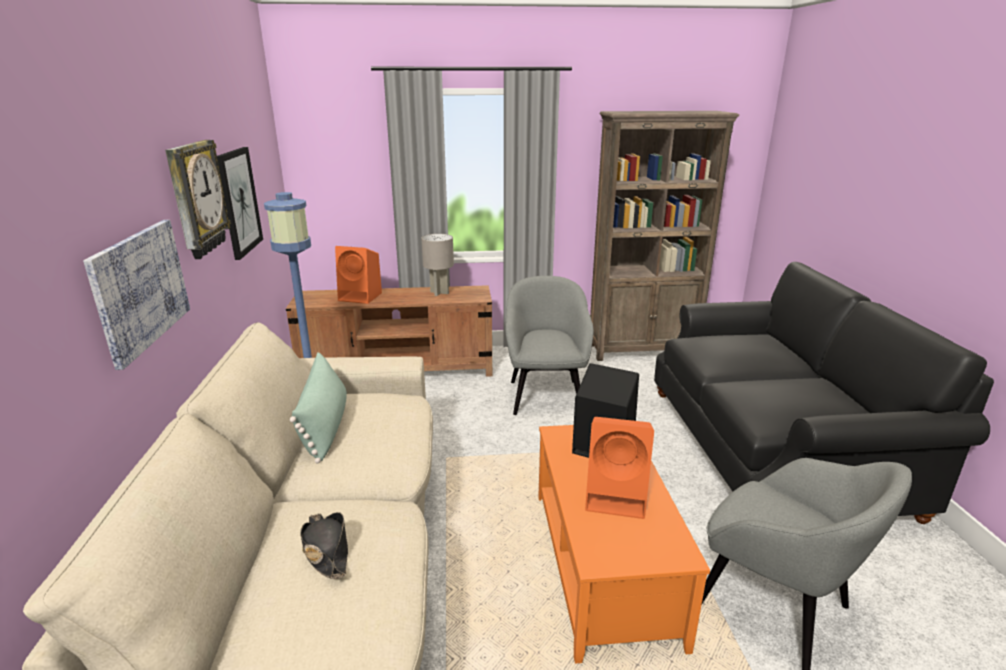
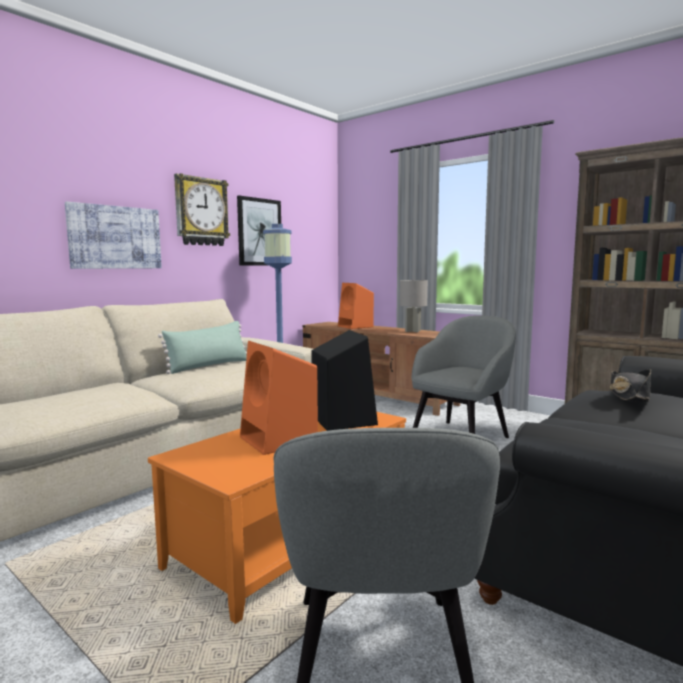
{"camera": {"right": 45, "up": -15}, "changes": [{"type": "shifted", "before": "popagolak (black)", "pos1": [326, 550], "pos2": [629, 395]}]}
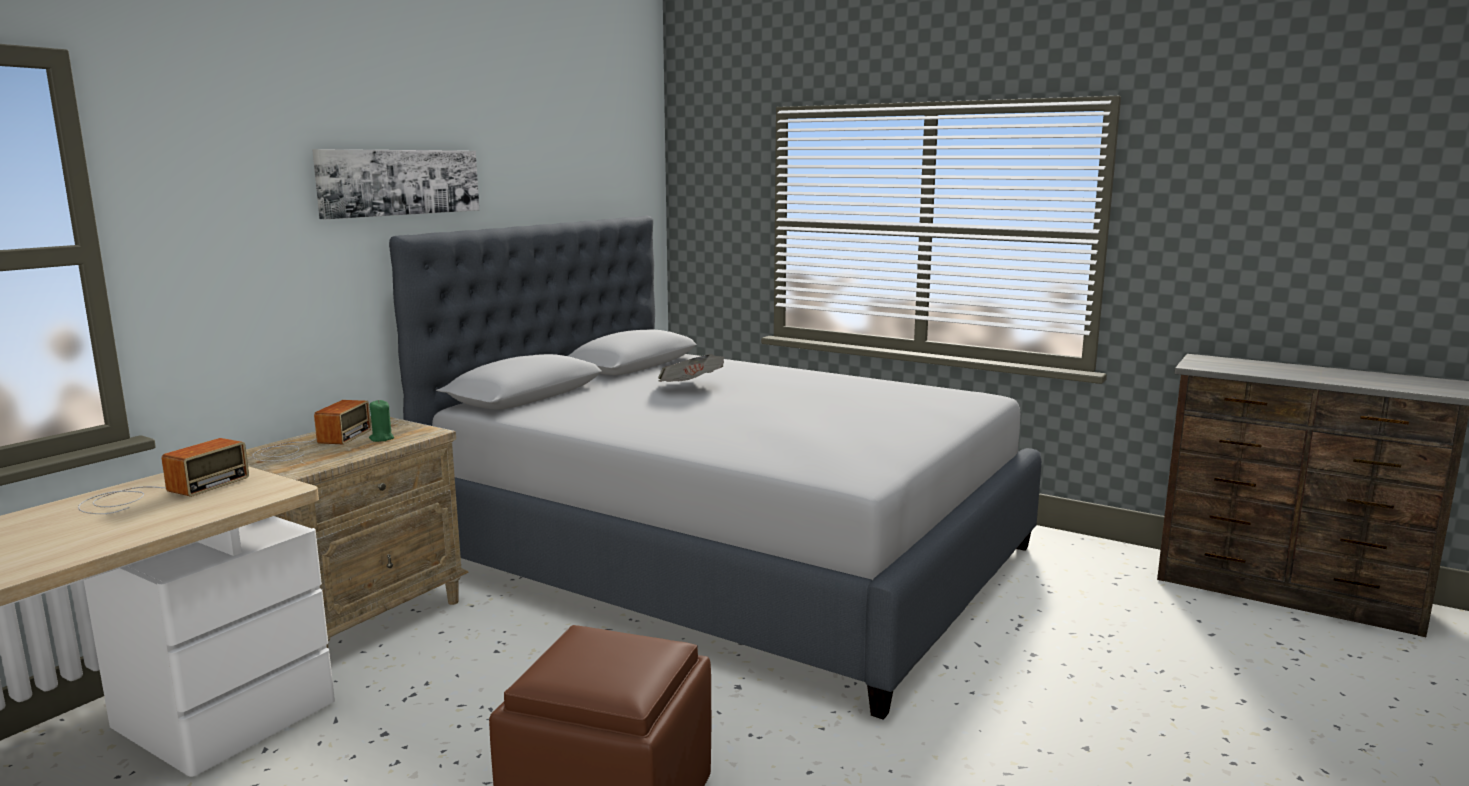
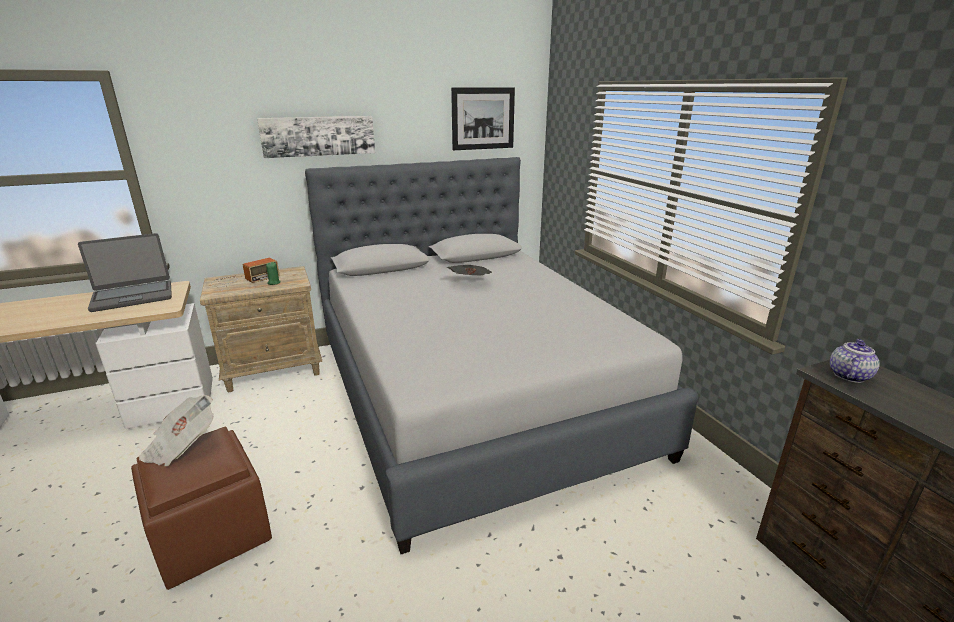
{"camera": {"right": 35, "up": 10}, "changes": [{"type": "swapped", "before": "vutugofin", "after": "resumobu", "pos1": [159, 493], "pos2": [133, 296]}, {"type": "new", "after": "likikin", "pos2": [181, 446]}, {"type": "new", "after": "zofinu", "pos2": [483, 118]}, {"type": "new", "after": "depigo", "pos2": [848, 375]}]}
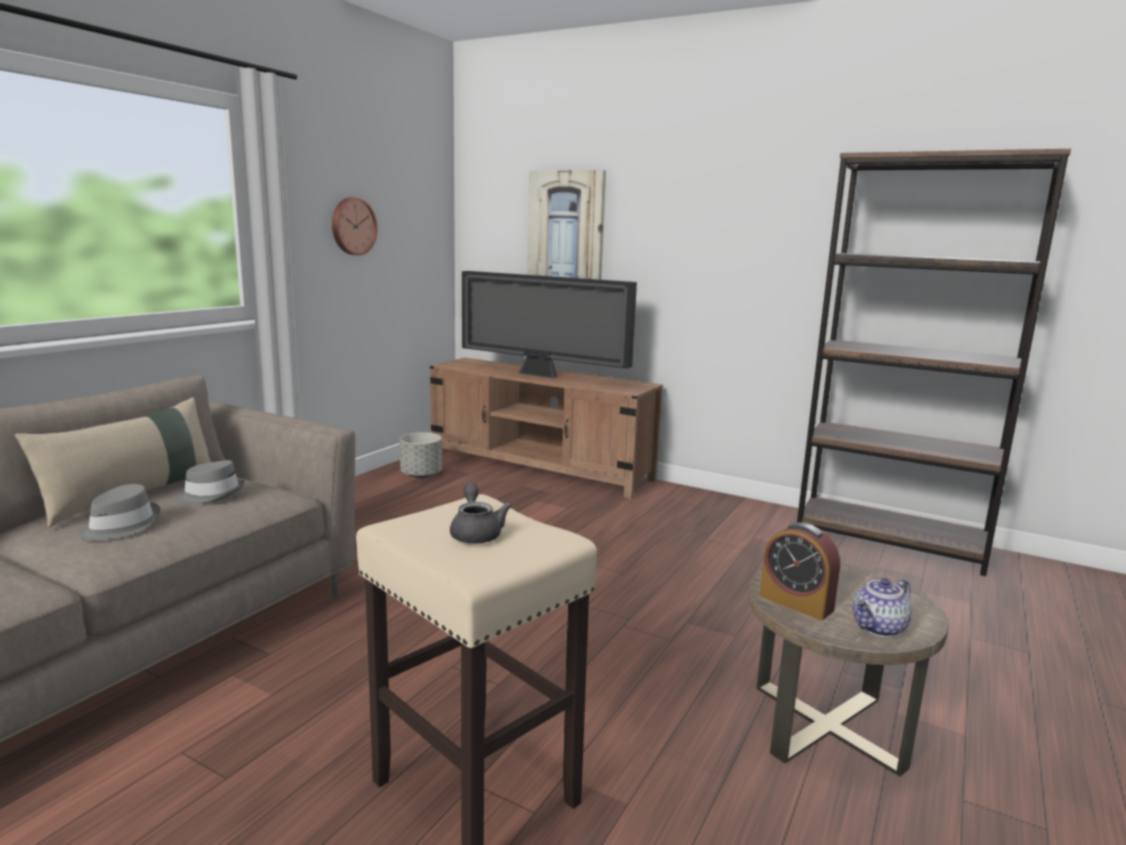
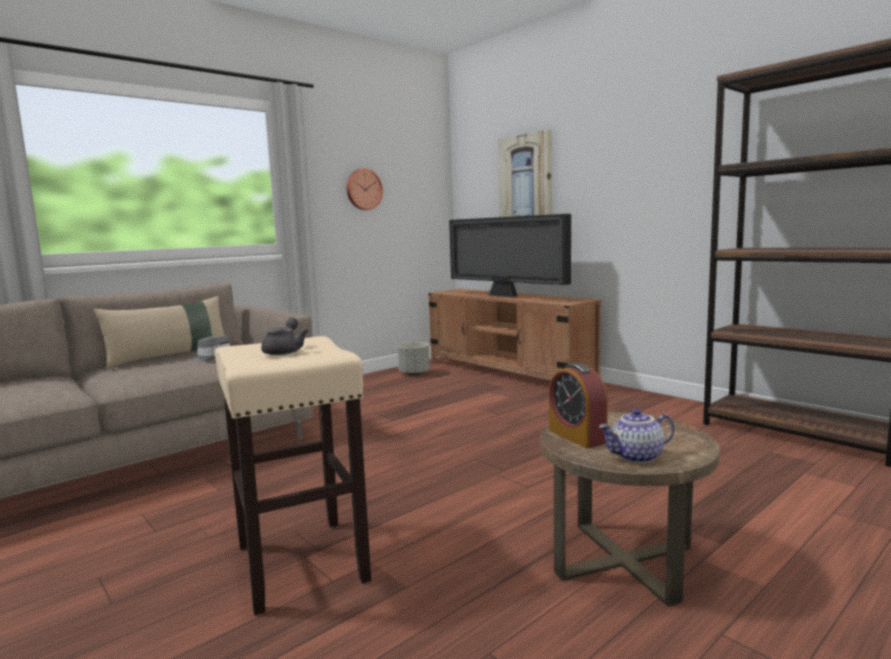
{"camera": {"right": 20, "up": -5}, "changes": [{"type": "gone", "before": "popagolak (grey)", "pos1": [121, 526]}]}
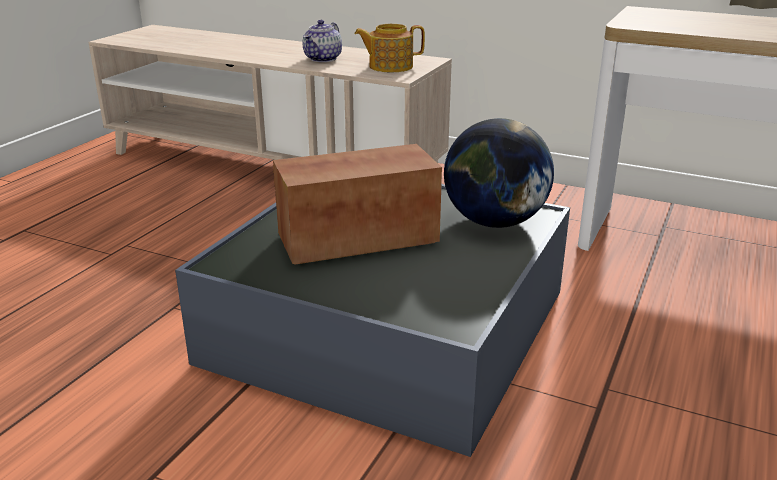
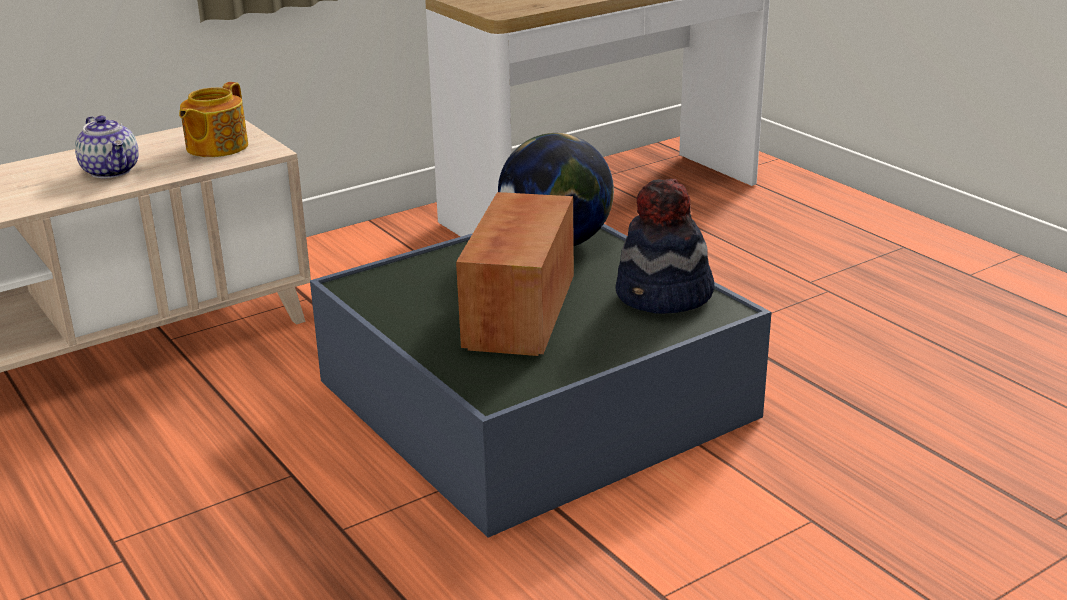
{"camera": {"right": -60, "up": 0}, "changes": [{"type": "new", "after": "popagolak", "pos2": [664, 296]}]}
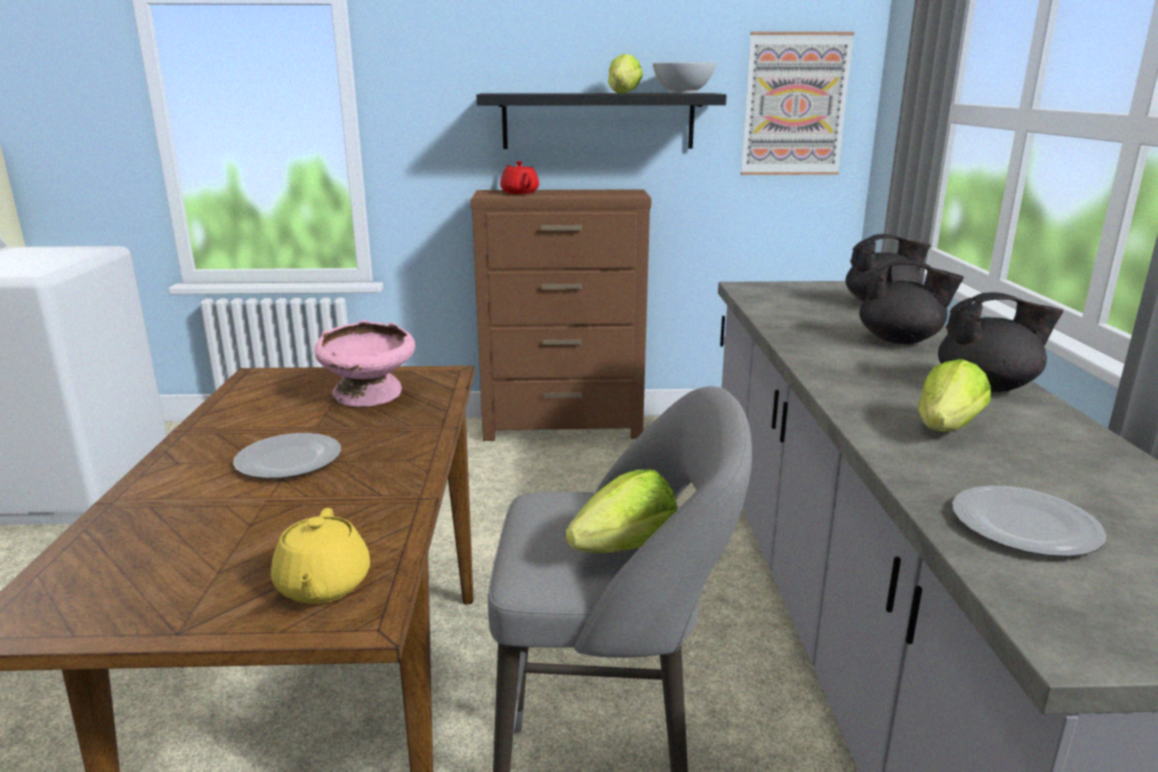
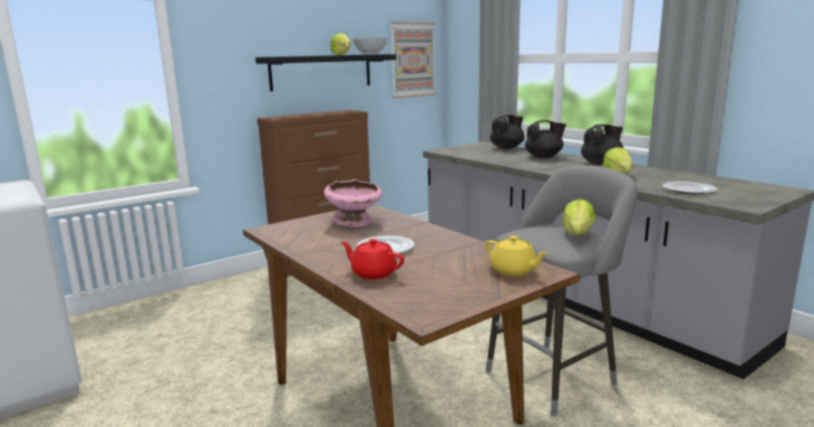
{"camera": {"right": -35, "up": -5}, "changes": [{"type": "shifted", "before": "depigo (red)", "pos1": [519, 192], "pos2": [373, 273]}]}
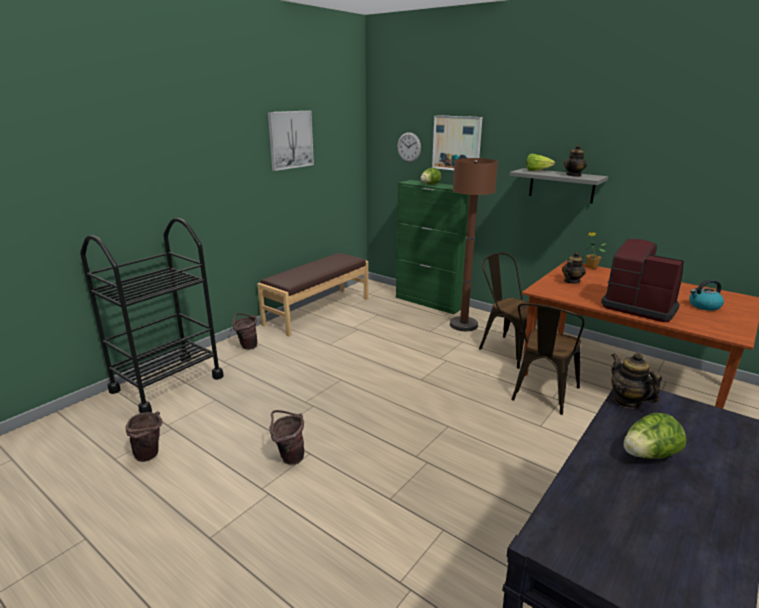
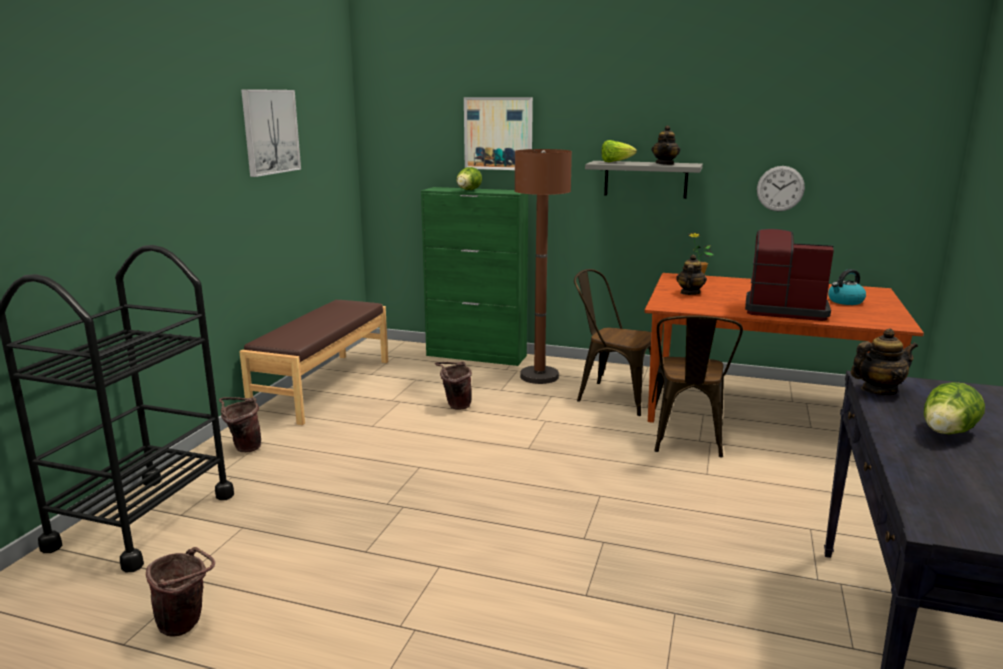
{"camera": {"right": -20, "up": -5}, "changes": [{"type": "shifted", "before": "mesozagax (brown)", "pos1": [289, 457], "pos2": [455, 406]}, {"type": "shifted", "before": "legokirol", "pos1": [409, 147], "pos2": [780, 188]}, {"type": "rotated", "before": "depigo", "pos1": [627, 401], "pos2": [878, 390], "turn": 120}]}
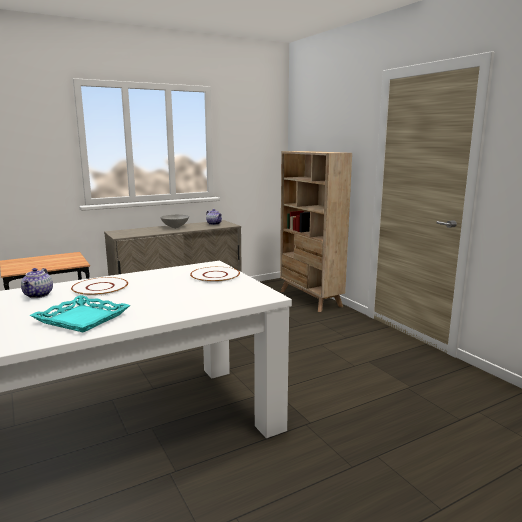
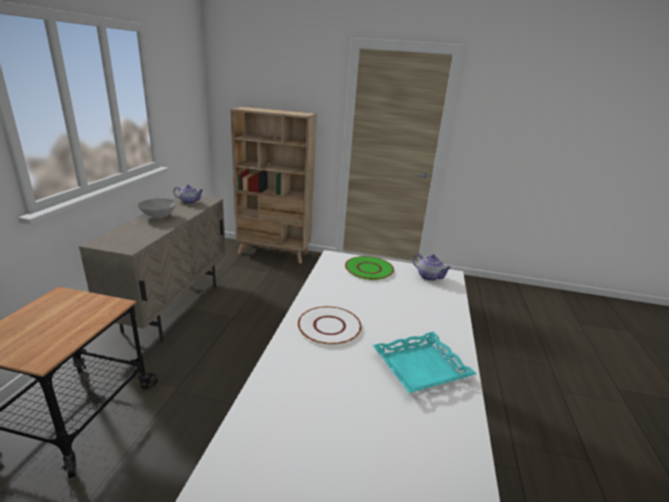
{"camera": {"right": -50, "up": 10}, "changes": [{"type": "repainted", "before": "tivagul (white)", "after": "tivagul (green)", "pos1": [215, 275], "pos2": [369, 268]}, {"type": "shifted", "before": "depigo", "pos1": [39, 295], "pos2": [429, 277]}]}
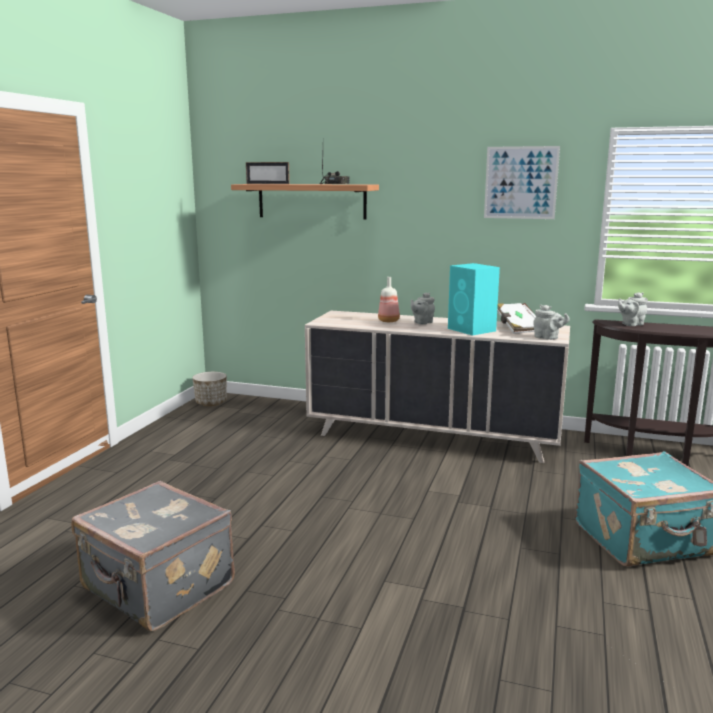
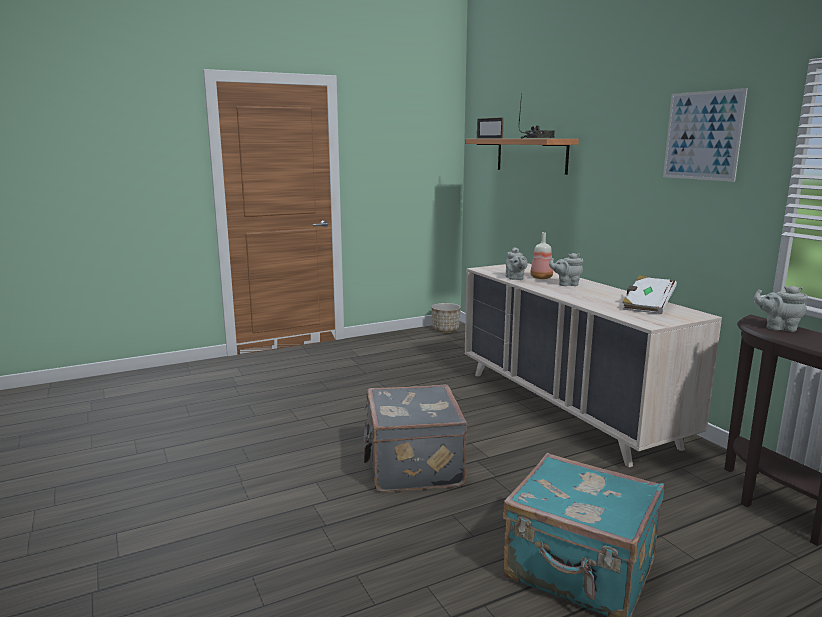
{"camera": {"right": 45, "up": 0}, "changes": [{"type": "shifted", "before": "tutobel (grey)", "pos1": [157, 588], "pos2": [412, 466]}, {"type": "shifted", "before": "depigo (grey)", "pos1": [548, 338], "pos2": [515, 278]}, {"type": "gone", "before": "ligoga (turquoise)", "pos1": [472, 330]}]}
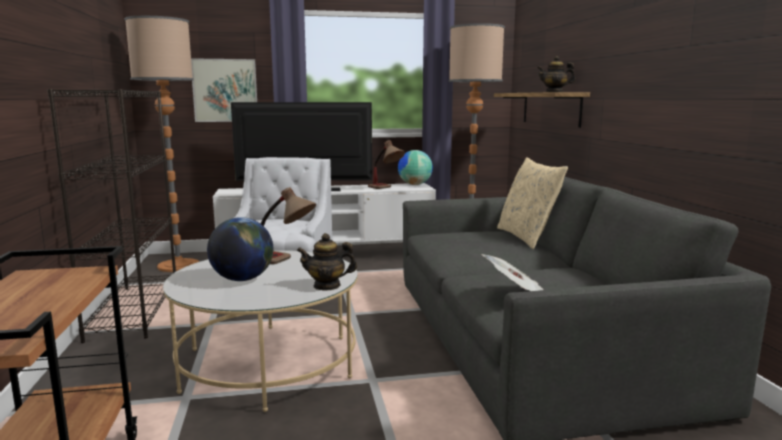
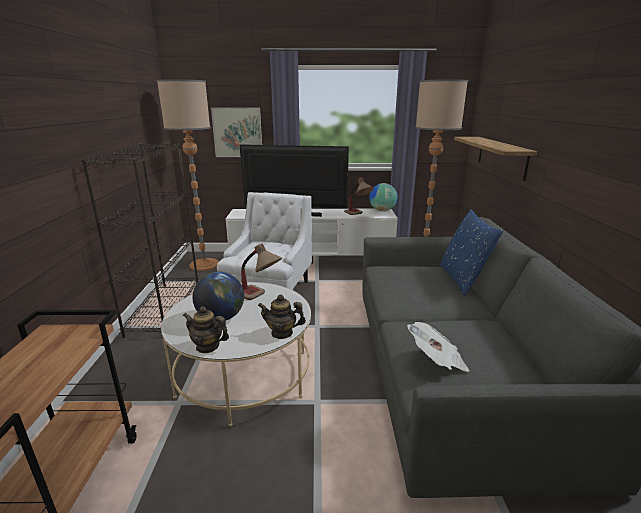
{"camera": {"right": 10, "up": 10}, "changes": [{"type": "shifted", "before": "depigo", "pos1": [554, 92], "pos2": [207, 346]}, {"type": "repainted", "before": "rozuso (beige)", "after": "rozuso (blue)", "pos1": [527, 237], "pos2": [463, 279]}]}
